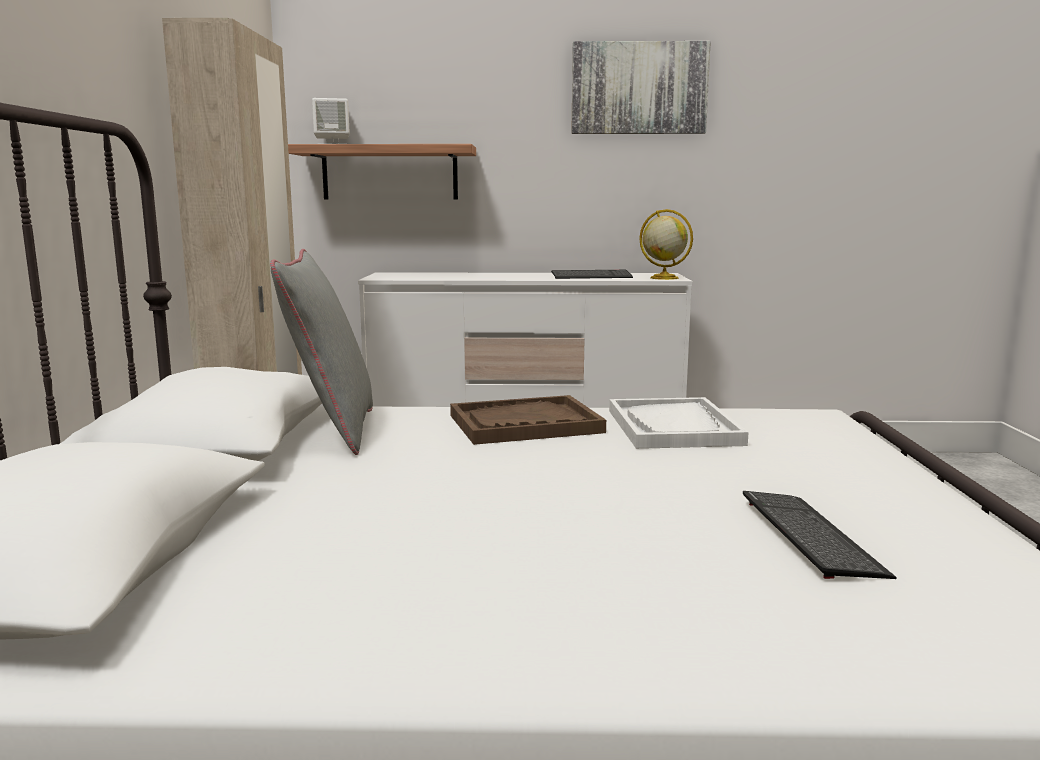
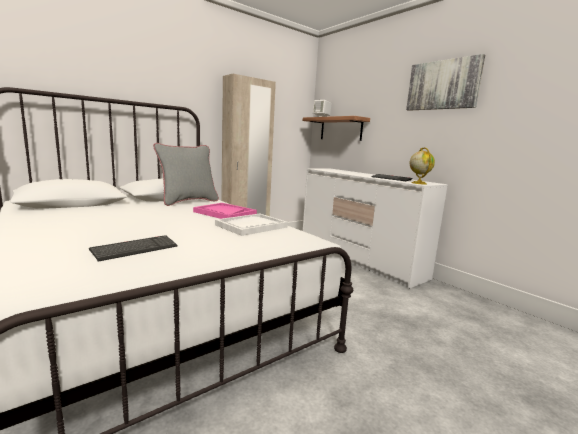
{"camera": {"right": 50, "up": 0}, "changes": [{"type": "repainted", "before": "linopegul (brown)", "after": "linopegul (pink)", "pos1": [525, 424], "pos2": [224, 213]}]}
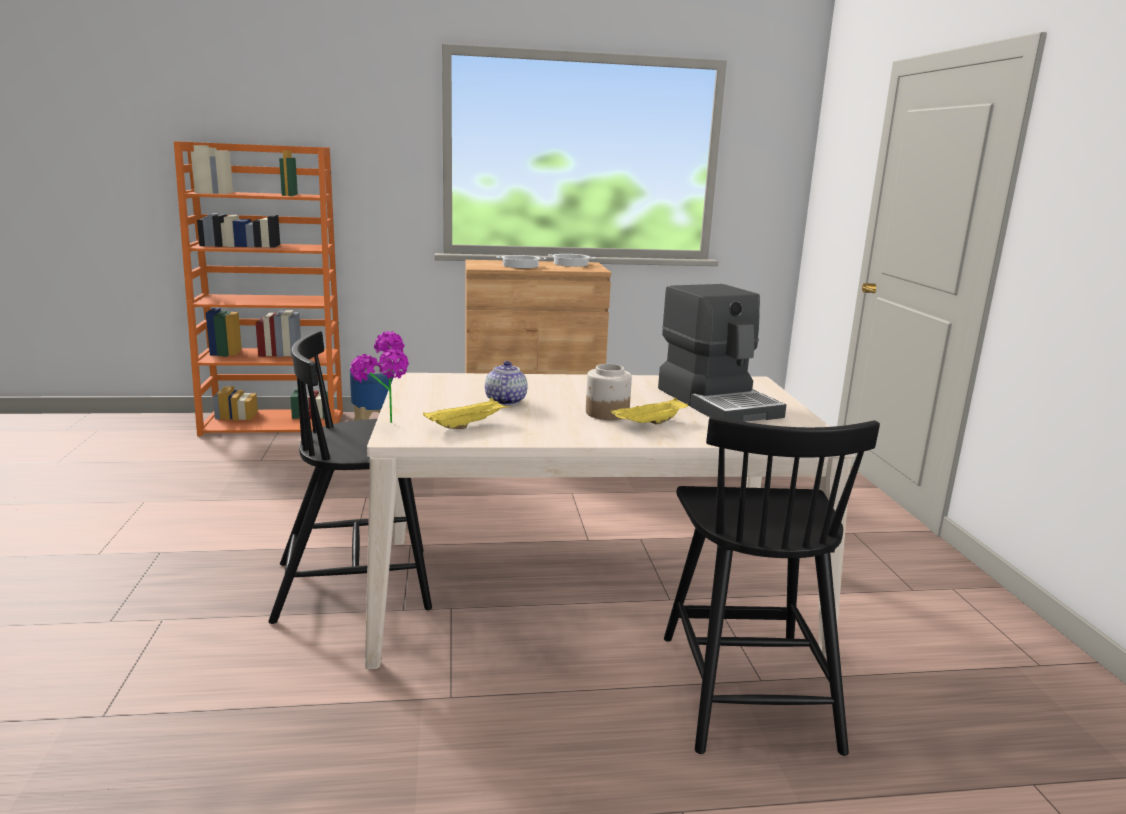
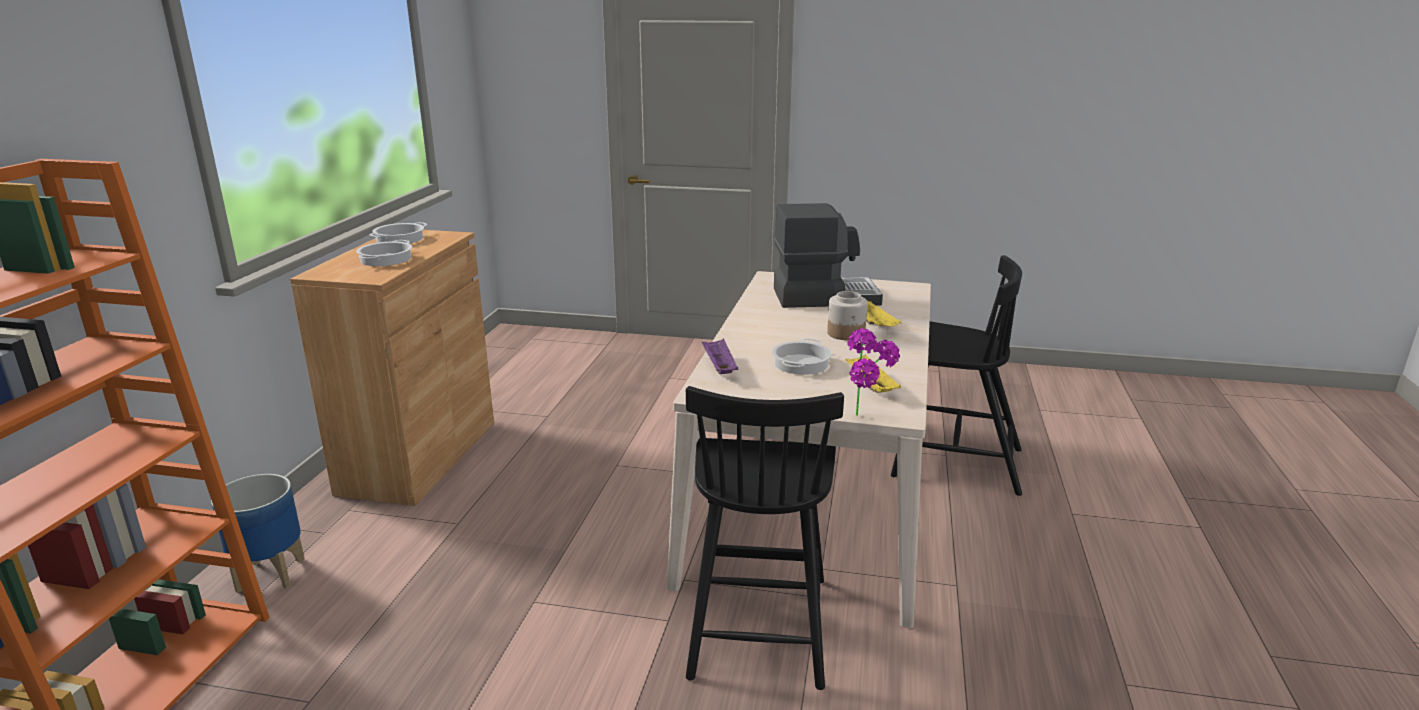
{"camera": {"right": -70, "up": 5}, "changes": [{"type": "new", "after": "linopegul (purple)", "pos2": [719, 367]}, {"type": "swapped", "before": "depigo", "after": "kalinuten", "pos1": [505, 401], "pos2": [801, 364]}]}
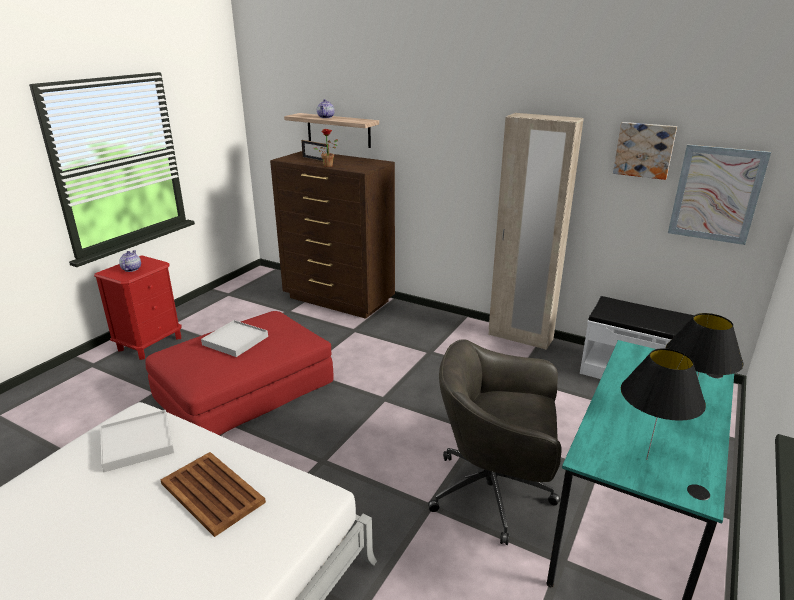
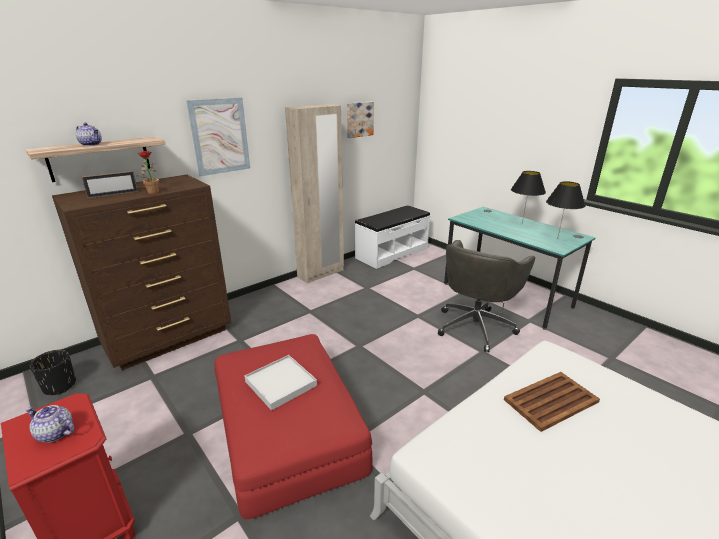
{"camera": {"right": -70, "up": 0}, "changes": [{"type": "new", "after": "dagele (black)", "pos2": [60, 386]}, {"type": "shifted", "before": "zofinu", "pos1": [716, 194], "pos2": [220, 136]}, {"type": "gone", "before": "linopegul (white)", "pos1": [137, 443]}]}
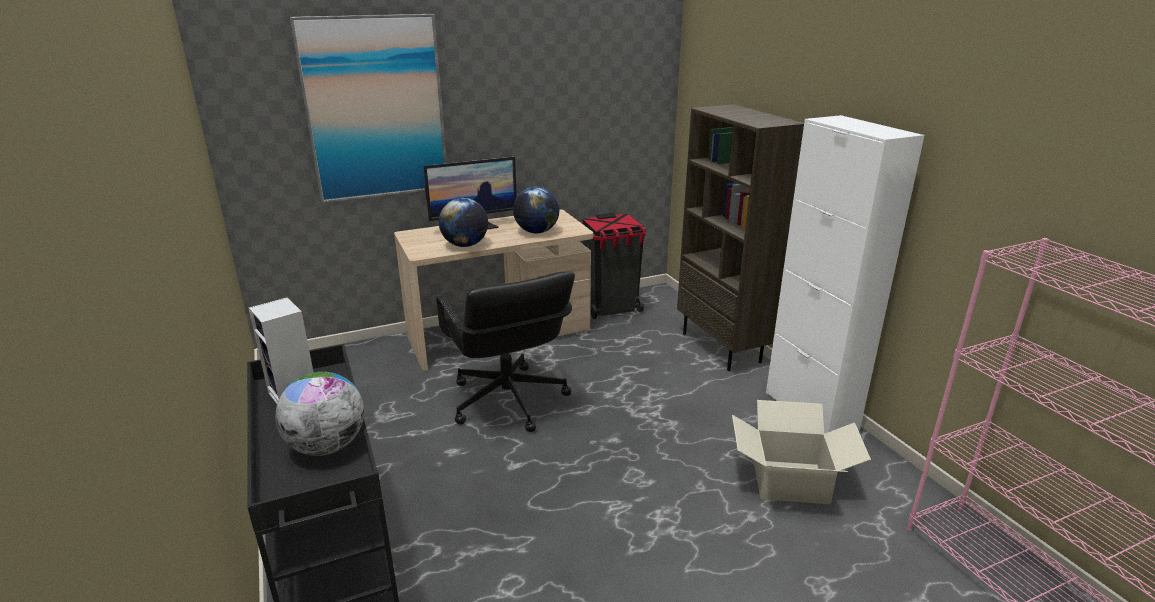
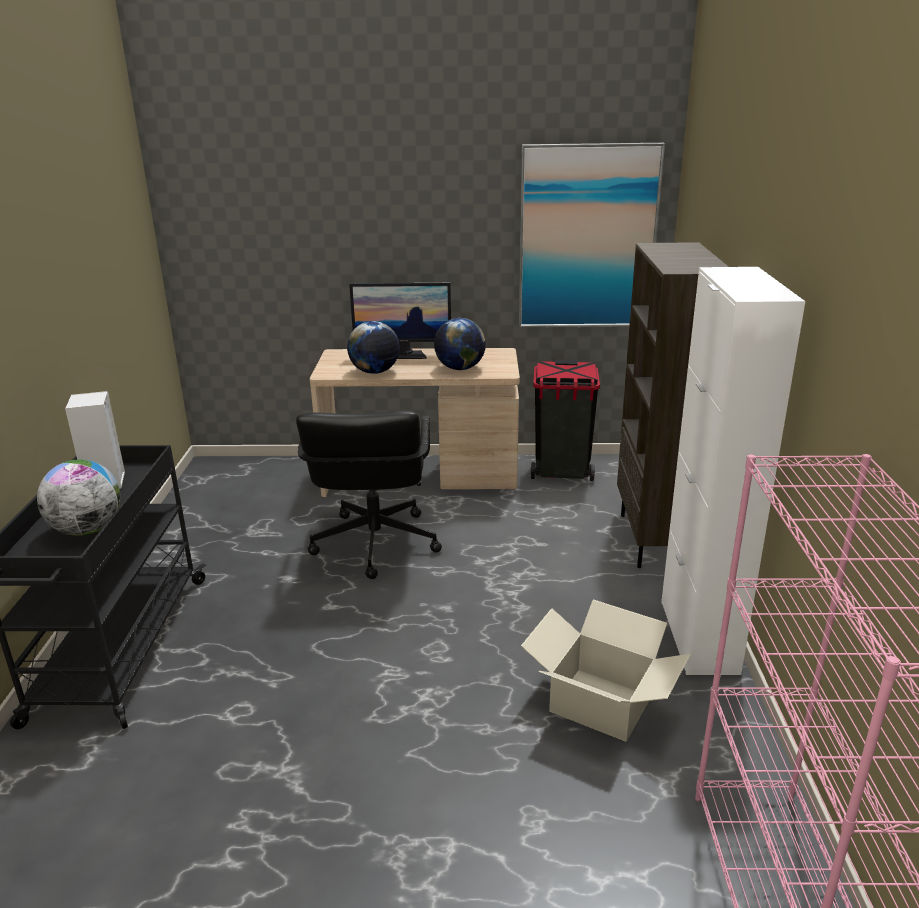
{"camera": {"right": 25, "up": 0}, "changes": [{"type": "shifted", "before": "zofinu", "pos1": [375, 109], "pos2": [587, 238]}]}
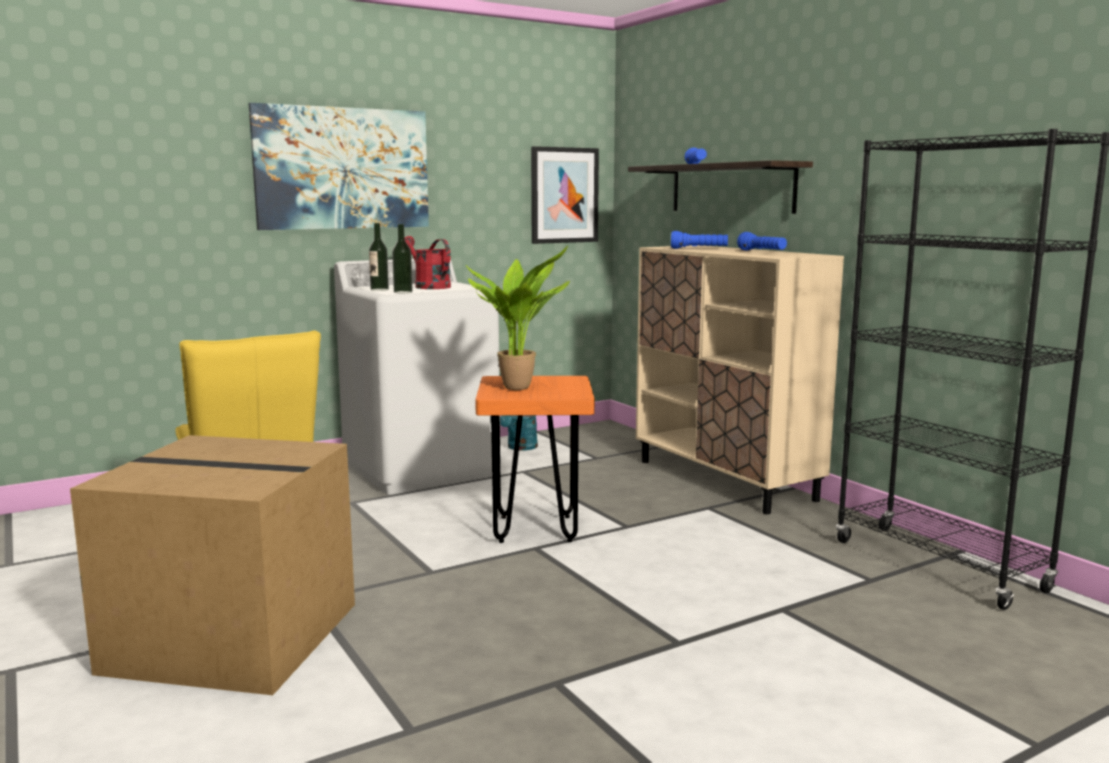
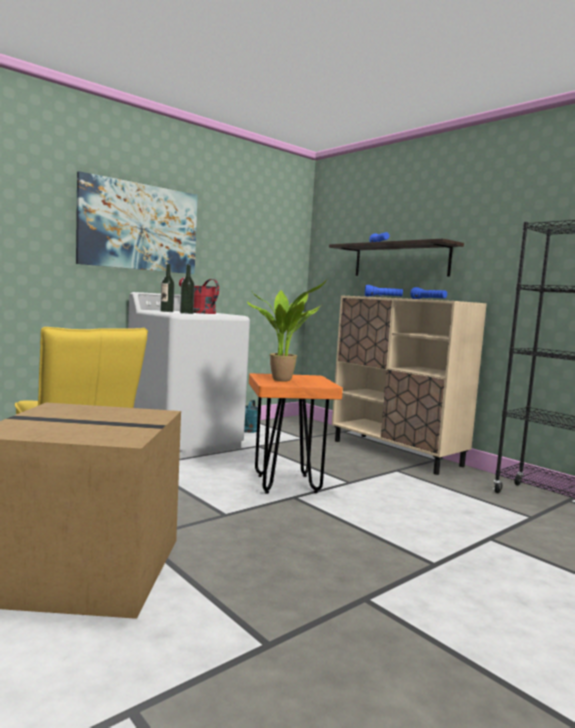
{"camera": {"right": -10, "up": -5}, "changes": [{"type": "gone", "before": "zofinu", "pos1": [564, 195]}]}
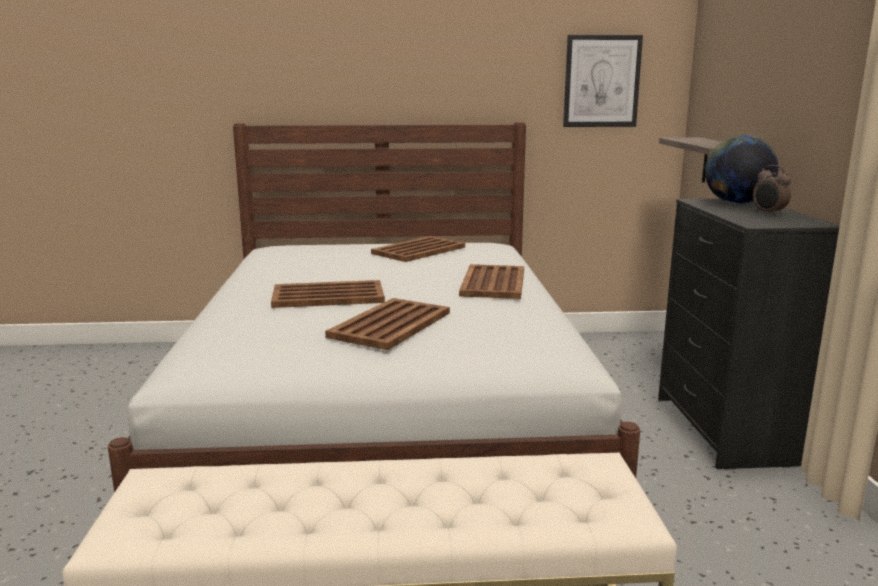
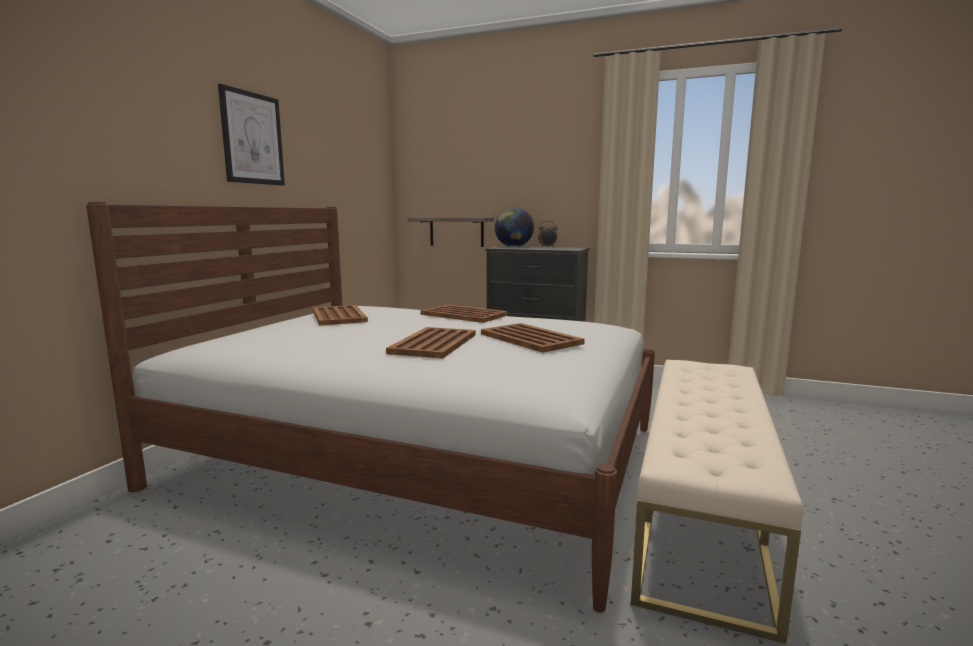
{"camera": {"right": -65, "up": -5}, "changes": [{"type": "shifted", "before": "zofinu", "pos1": [601, 81], "pos2": [252, 138]}]}
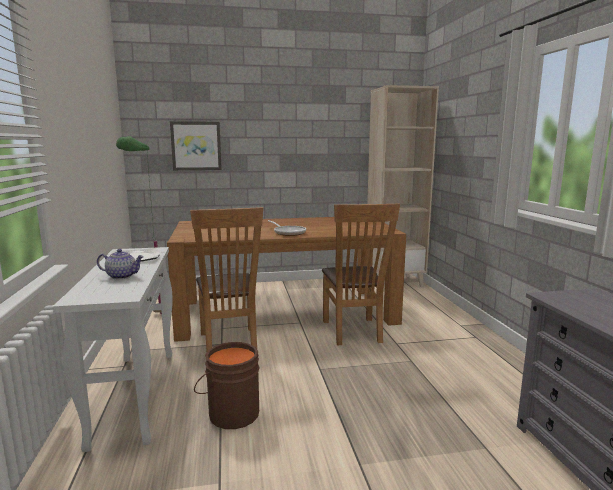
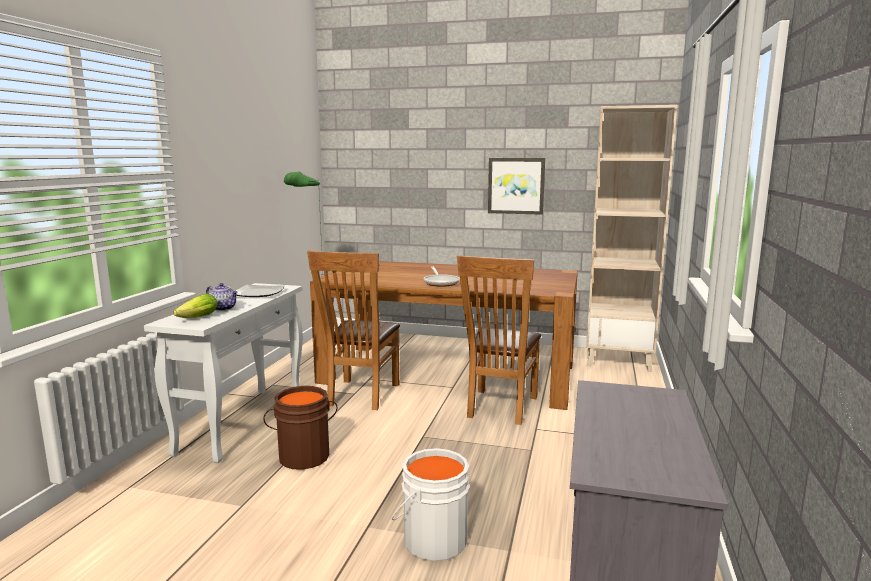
{"camera": {"right": 25, "up": 0}, "changes": [{"type": "new", "after": "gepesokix", "pos2": [196, 318]}, {"type": "new", "after": "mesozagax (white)", "pos2": [432, 539]}, {"type": "shifted", "before": "zofinu", "pos1": [196, 146], "pos2": [516, 186]}]}
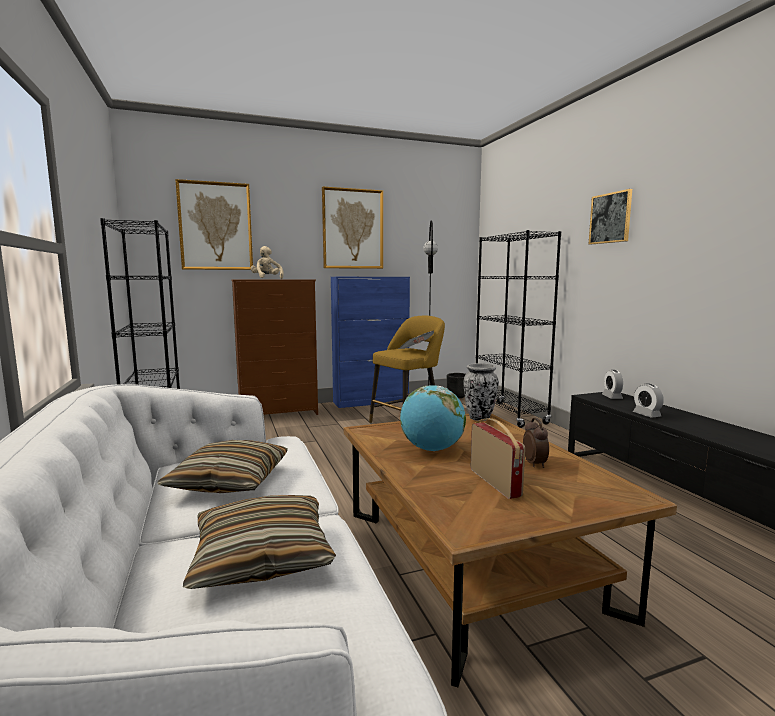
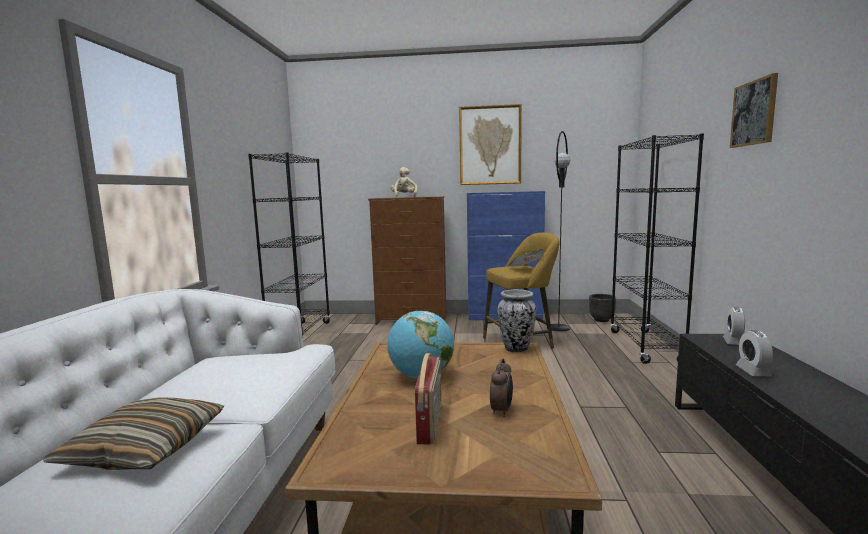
{"camera": {"right": 25, "up": 0}, "changes": [{"type": "gone", "before": "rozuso", "pos1": [229, 481]}, {"type": "gone", "before": "zofinu", "pos1": [215, 226]}]}
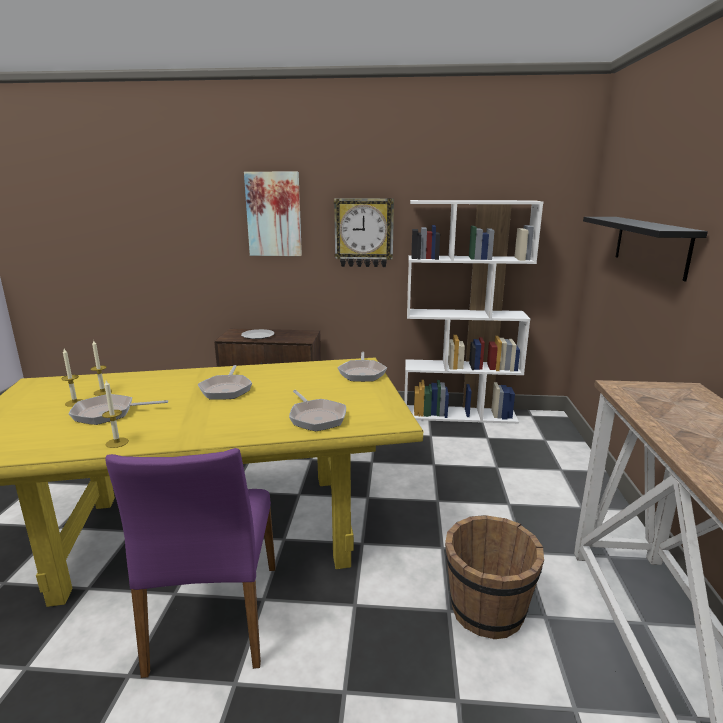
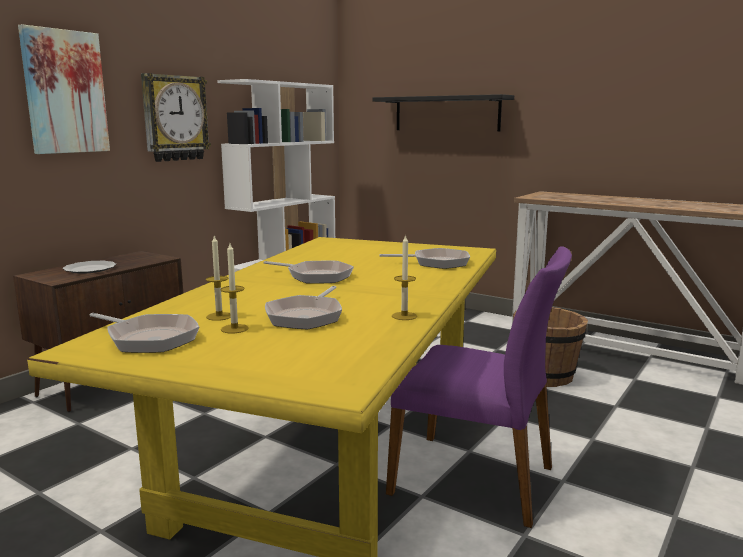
{"camera": {"right": -60, "up": -5}, "changes": [{"type": "shifted", "before": "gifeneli", "pos1": [362, 373], "pos2": [149, 338]}]}
